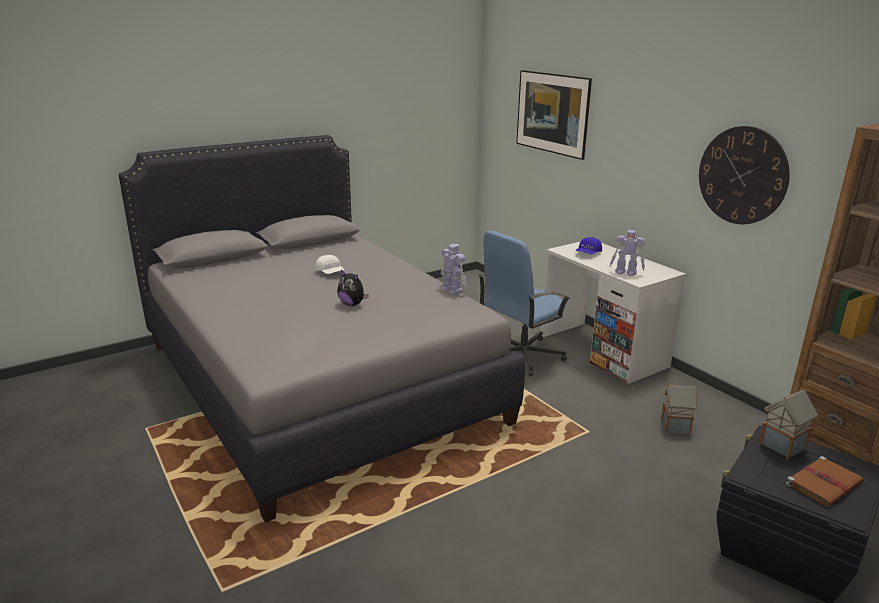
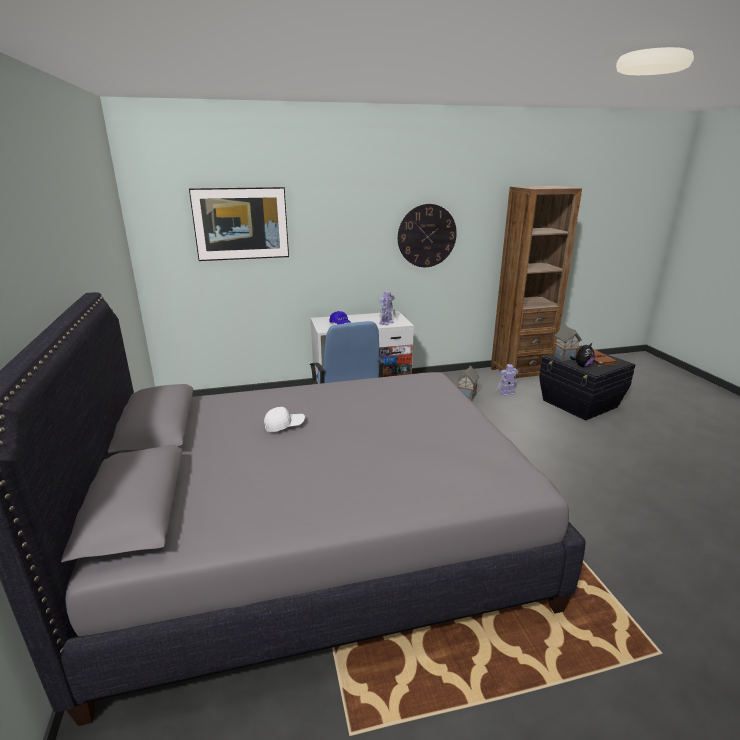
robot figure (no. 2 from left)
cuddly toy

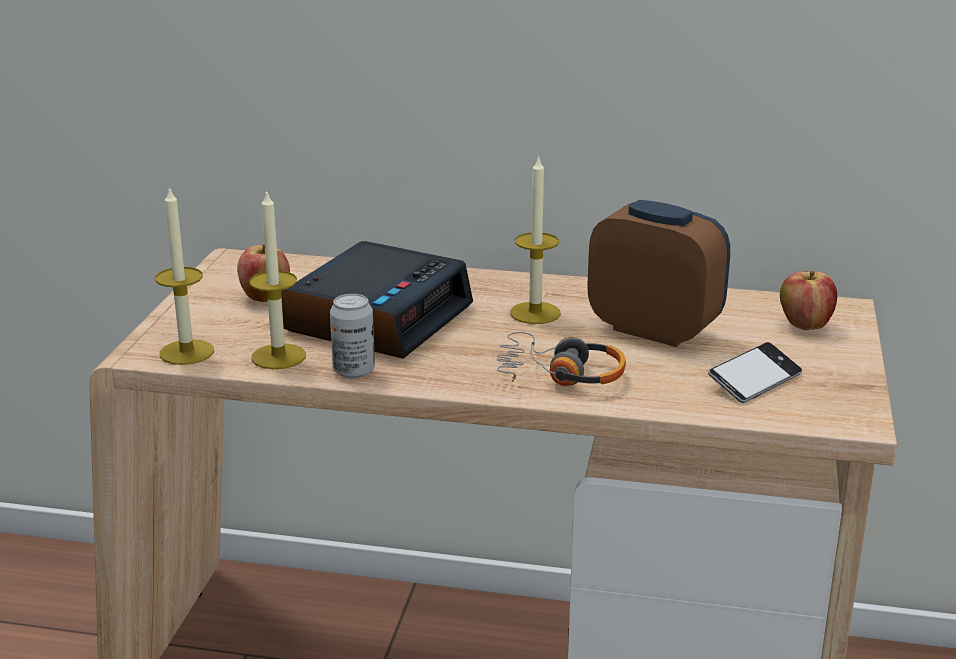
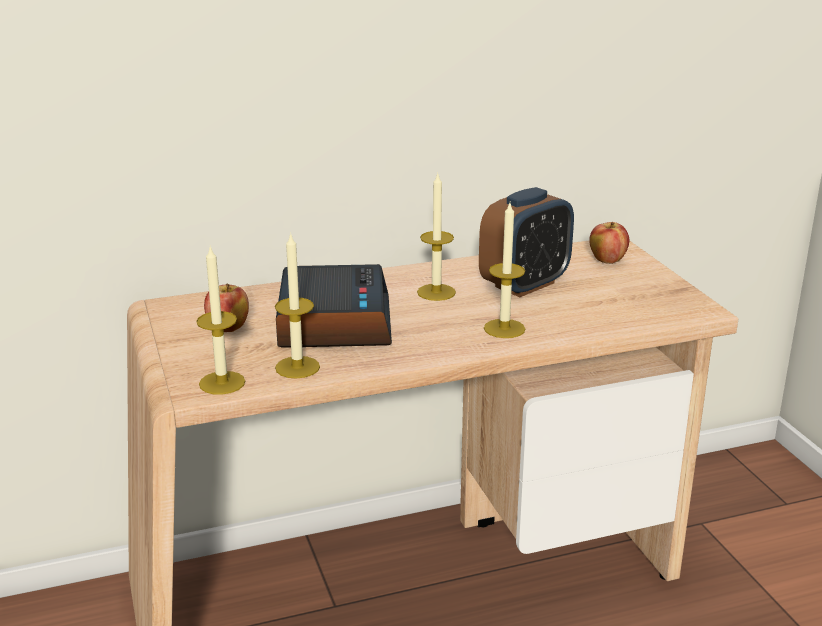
bedside clock (no. 2 from left)
candle (no. 4 from left)
can
phone

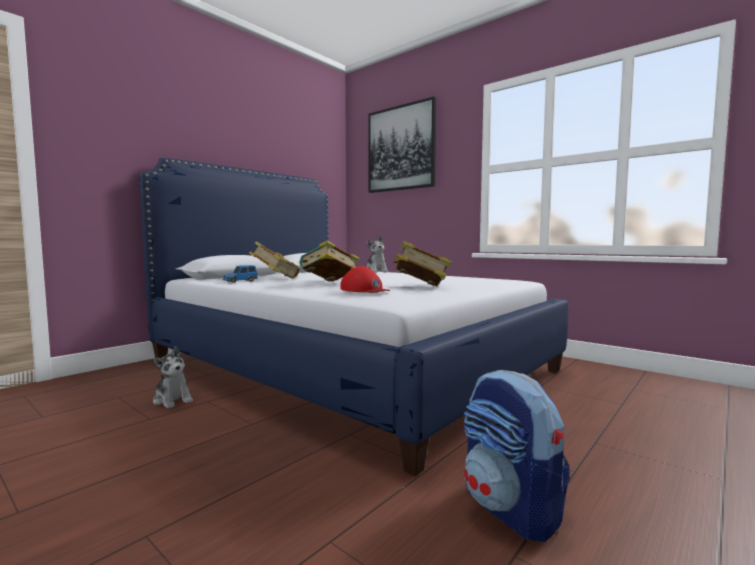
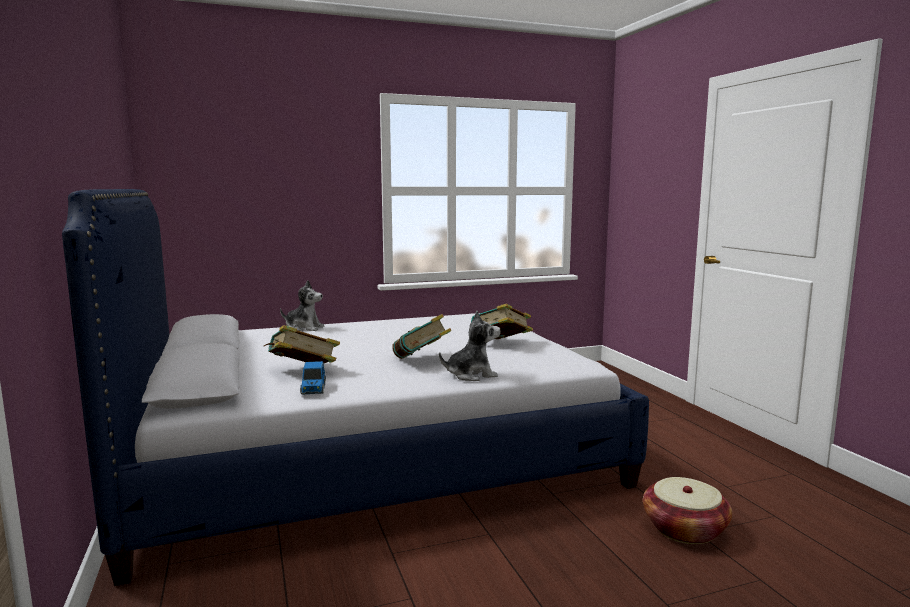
cuddly toy (no. 2 from left)
household basket
reddish baseball cap
wall art
knapsack

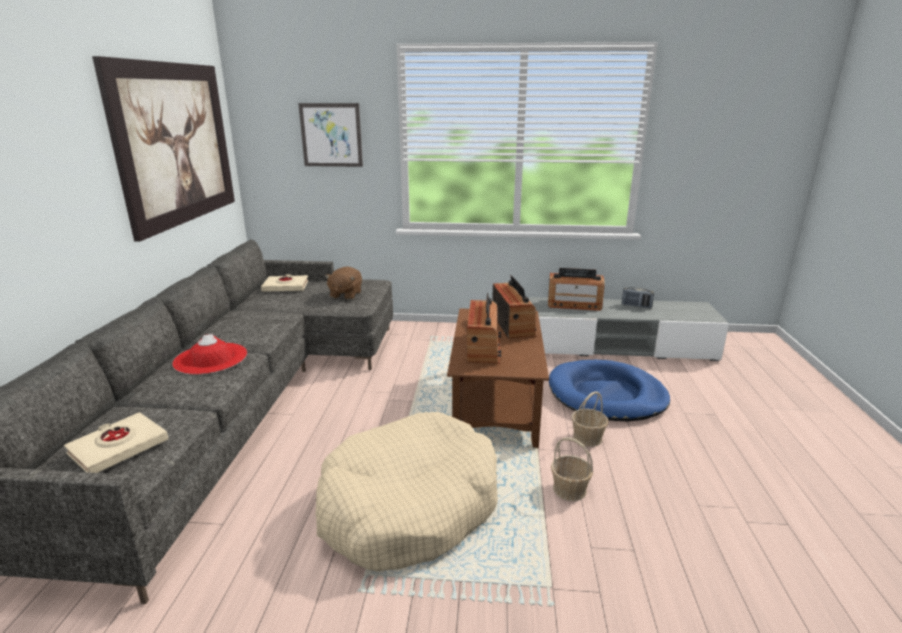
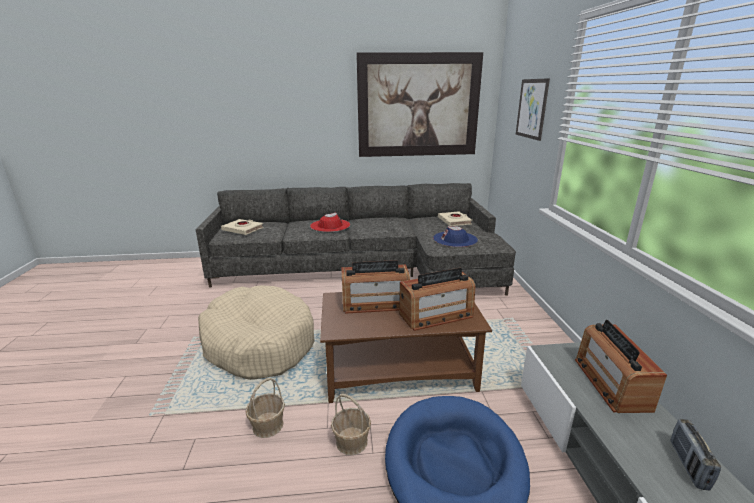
blue wearable hat

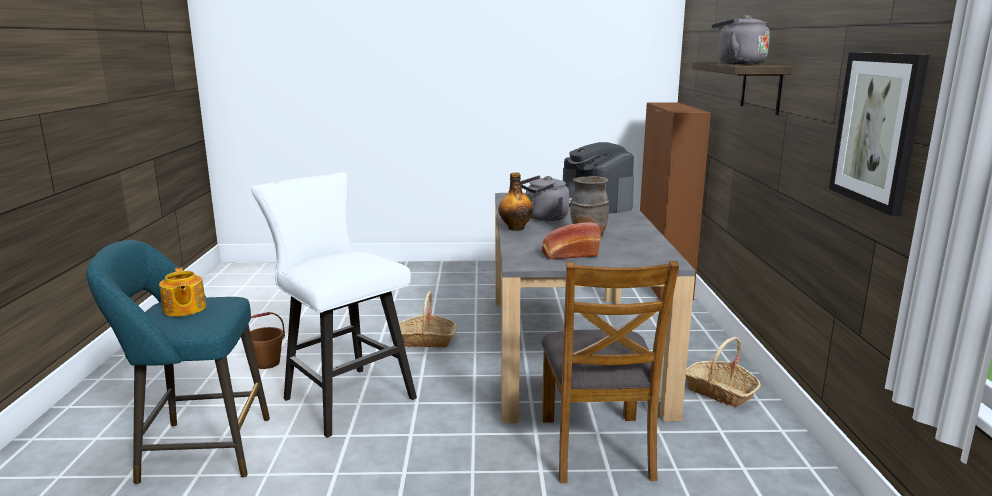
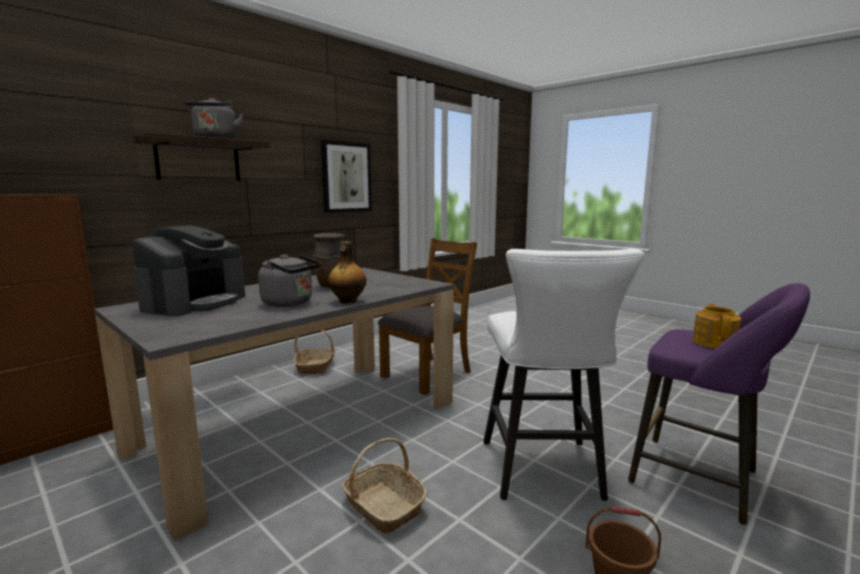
purple-coloured stool seat
bakery bread

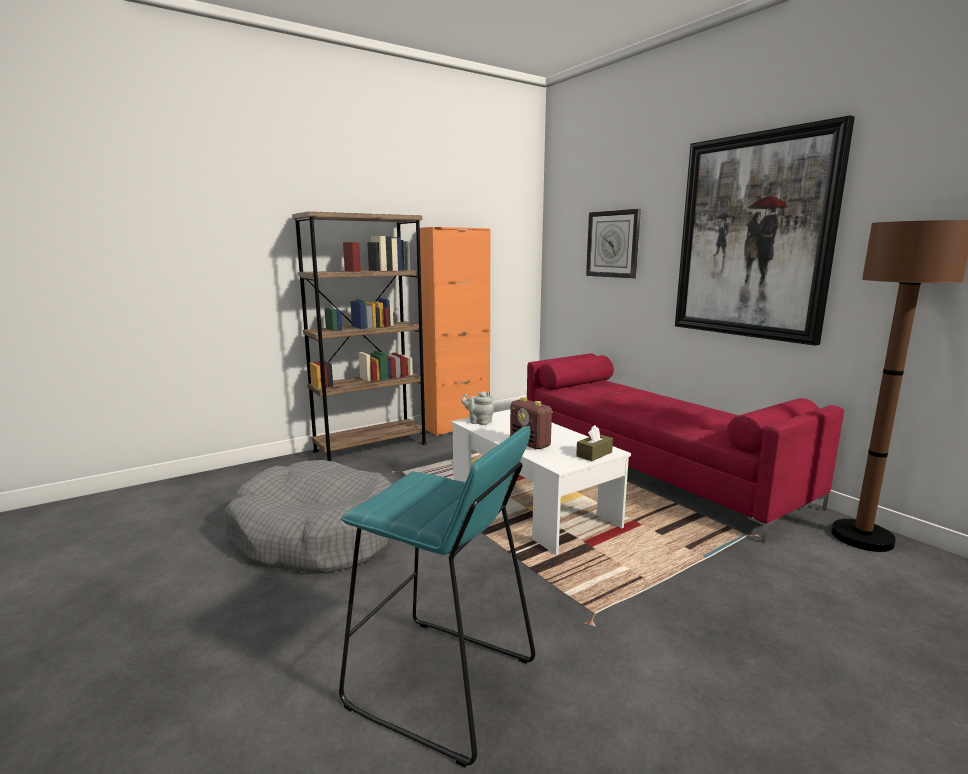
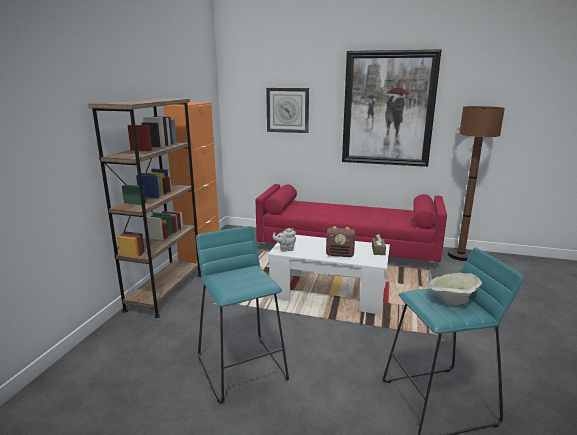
turquoise stool seat (no. 1 from left)
beige serving bowl

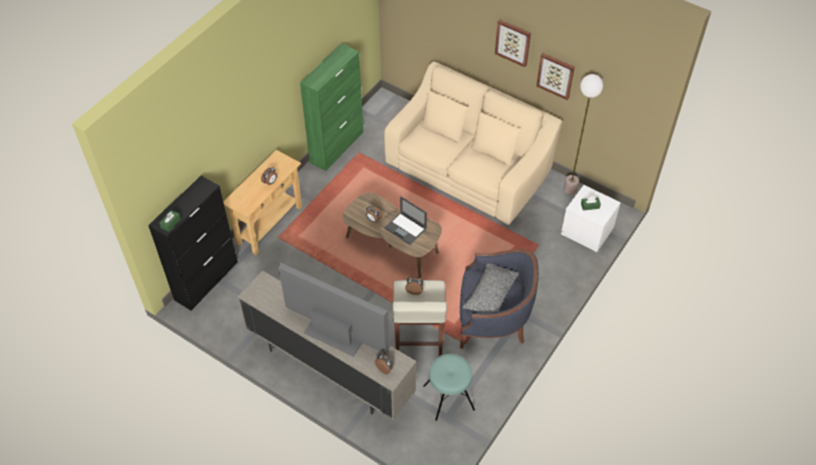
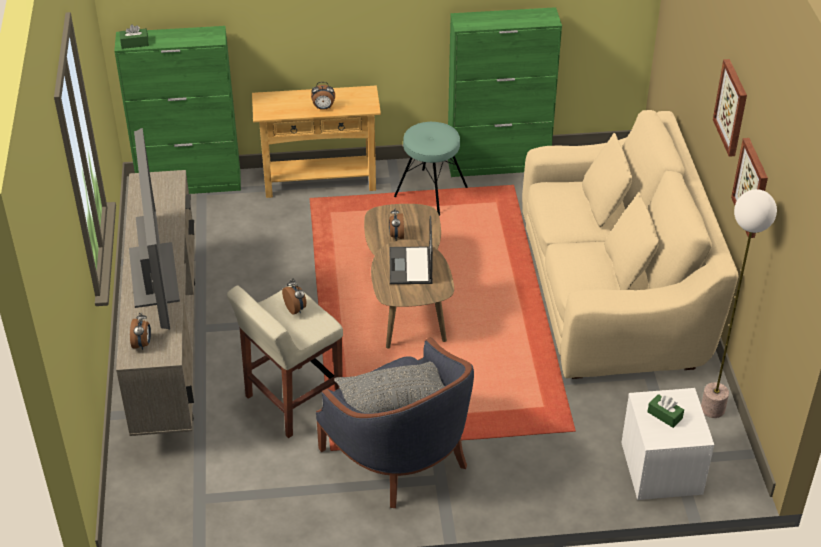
greenish cabinet (no. 1 from left)
turquoise stool seat

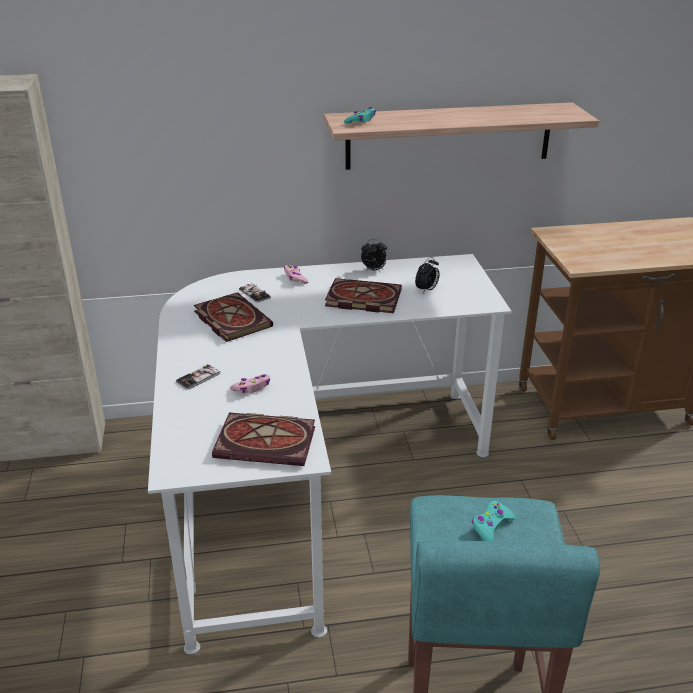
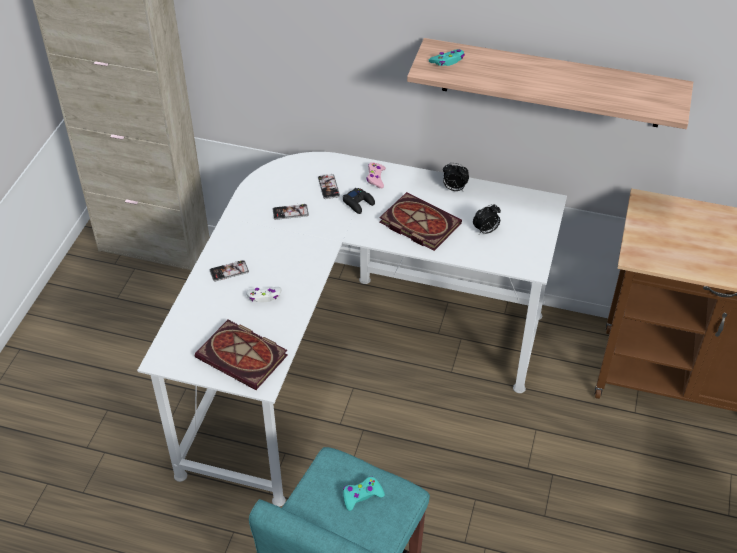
whitish game controller
phone (no. 2 from left)
black-coloured game controller

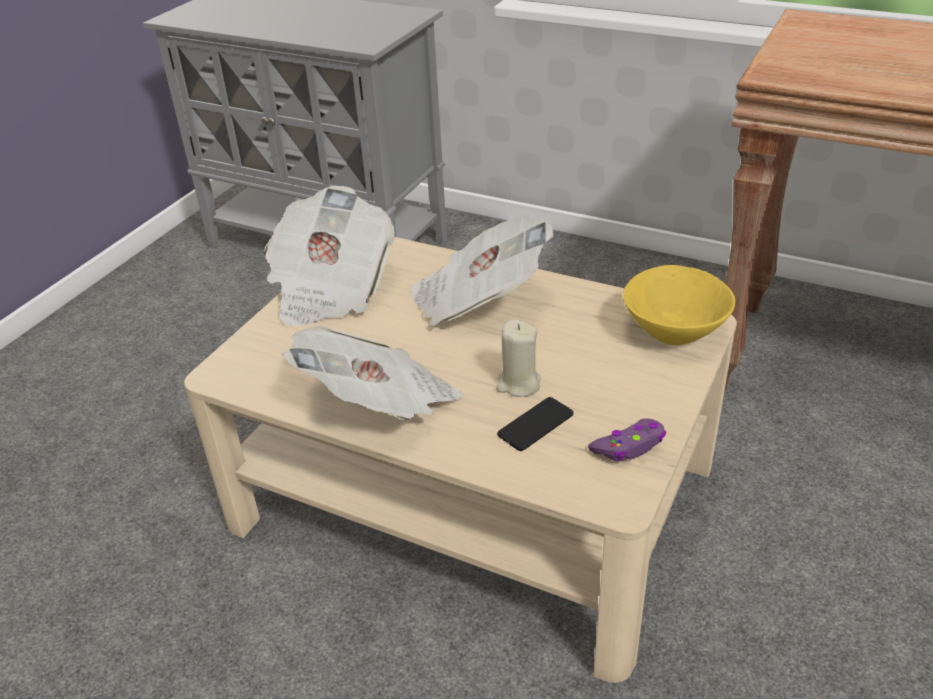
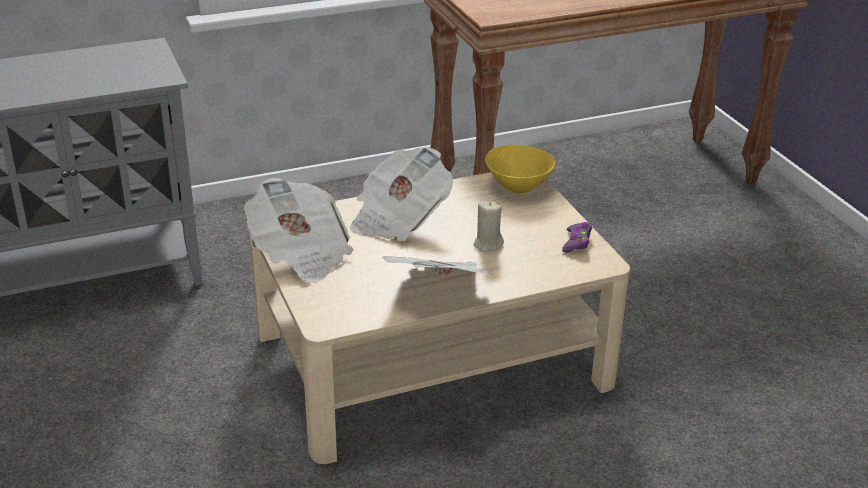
phone

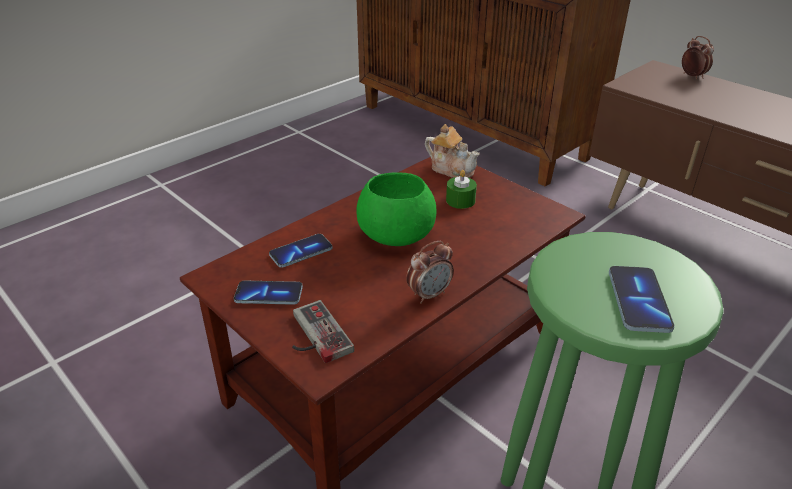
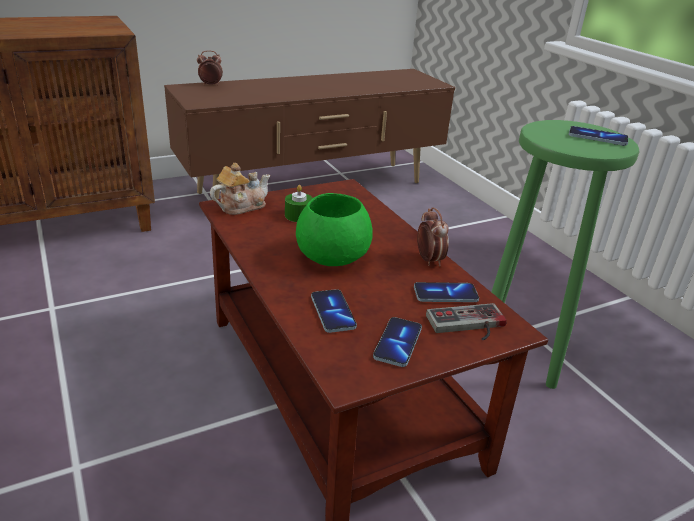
phone (no. 3 from left)

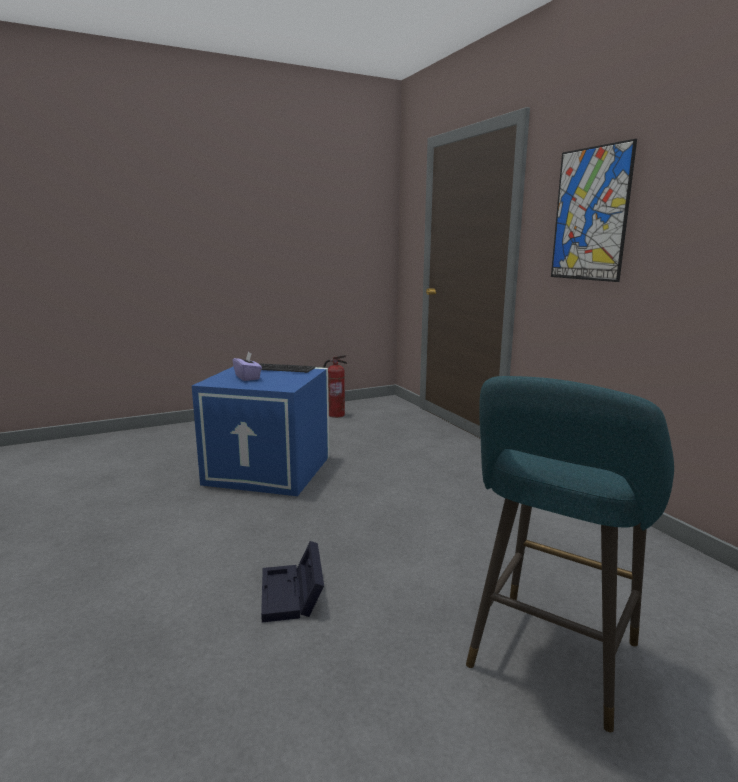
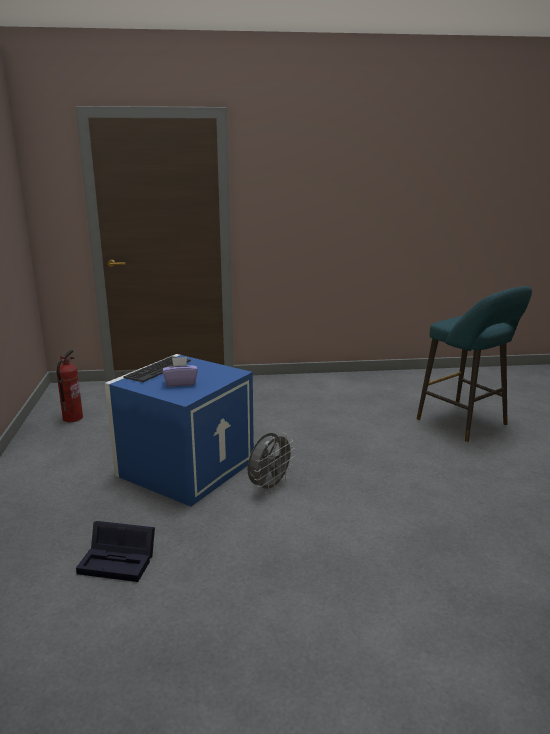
black-coloured storage box
gray electric fan
wall art

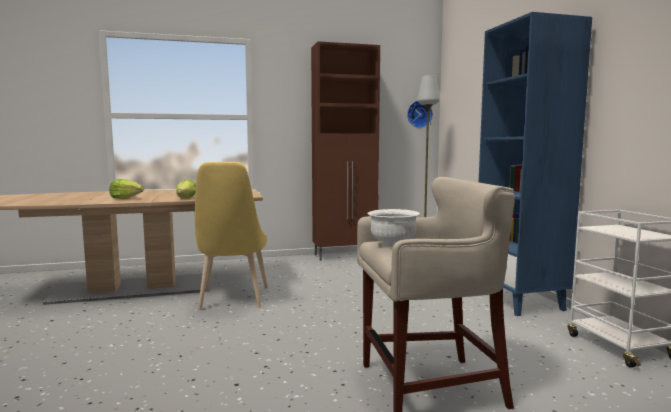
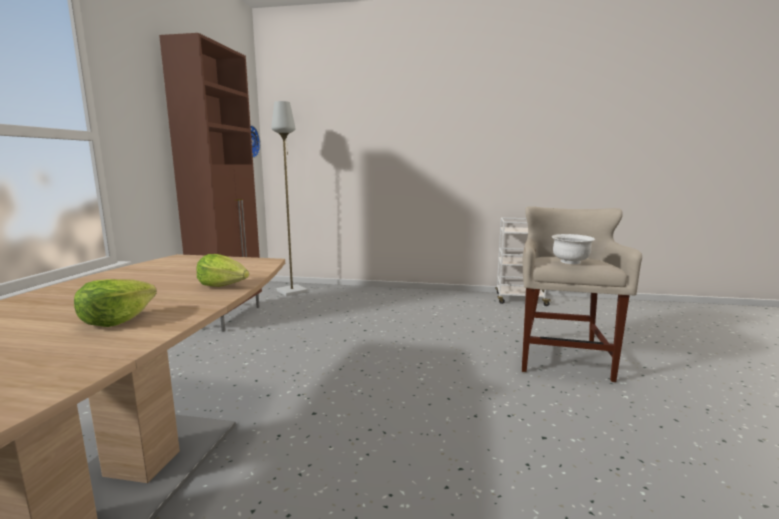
yellowish chair
blue shelving unit

